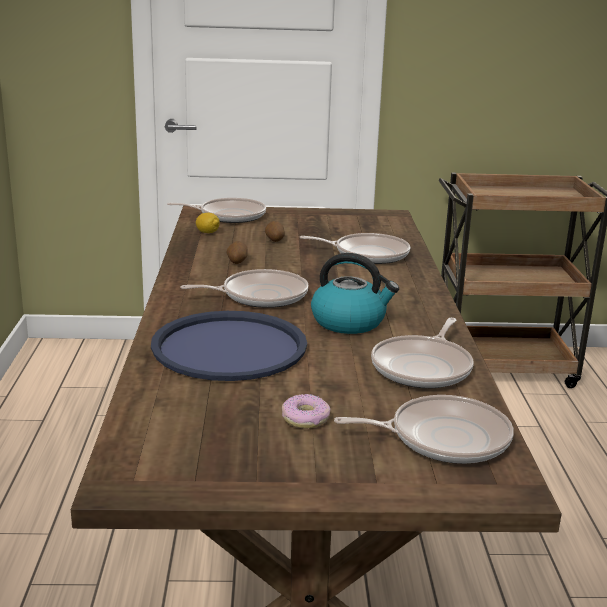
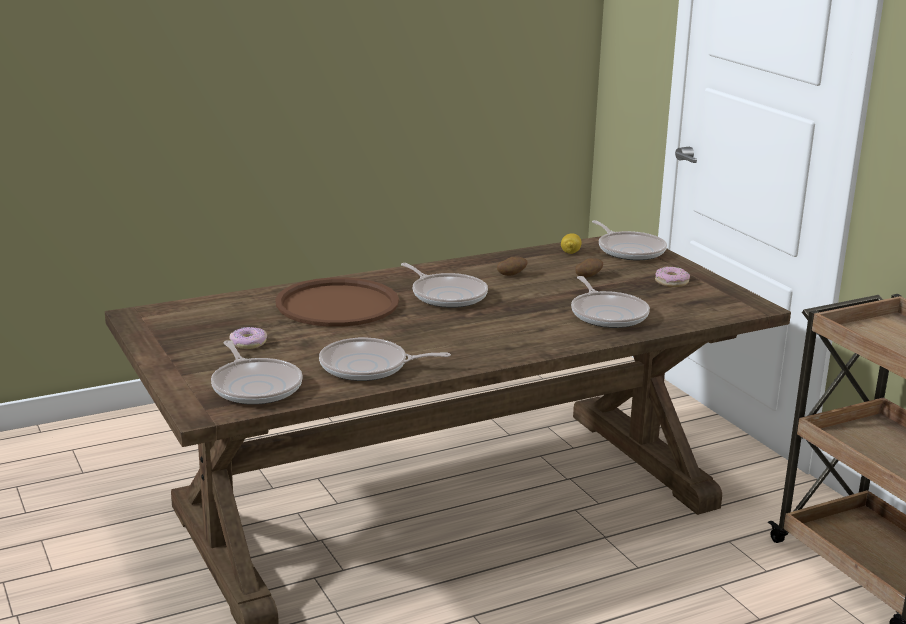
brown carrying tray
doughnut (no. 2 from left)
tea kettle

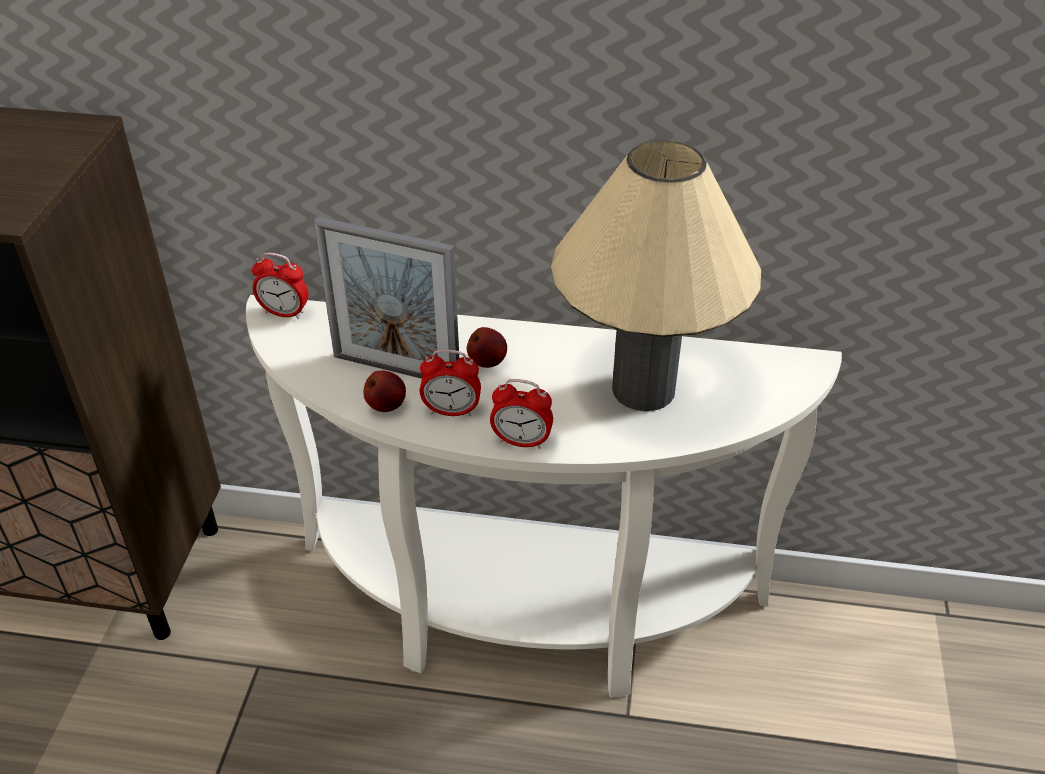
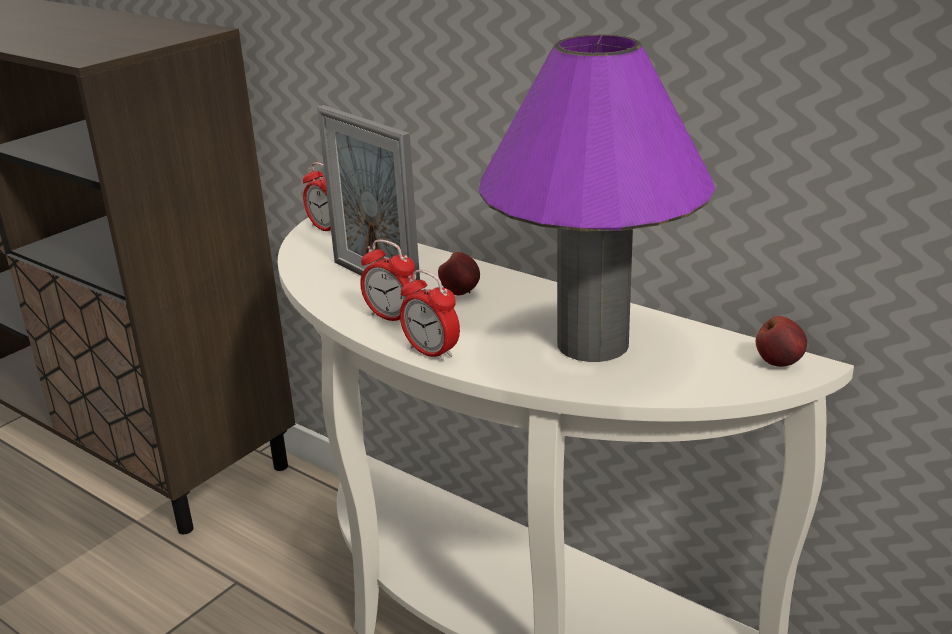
purple-coloured tabletop lamp
apple fruit (no. 2 from left)

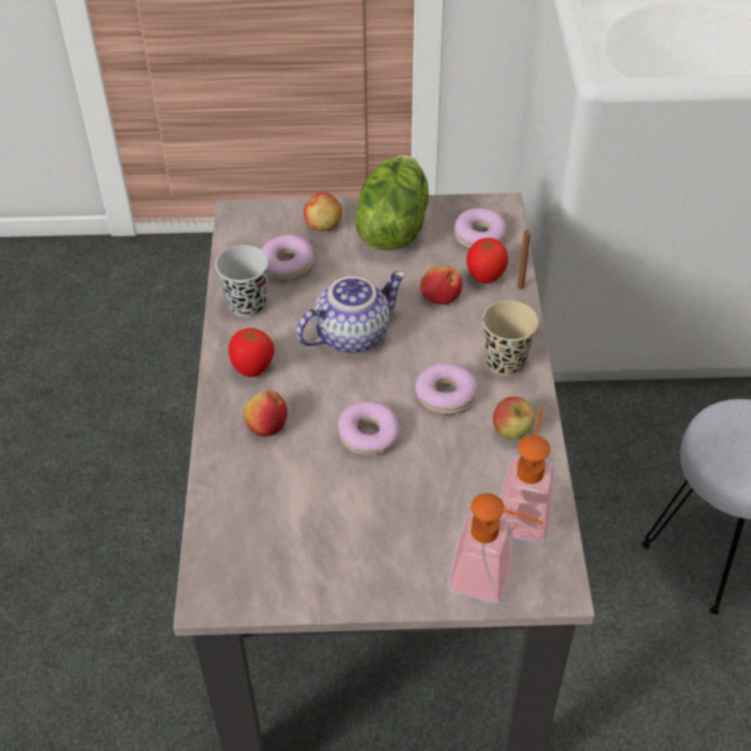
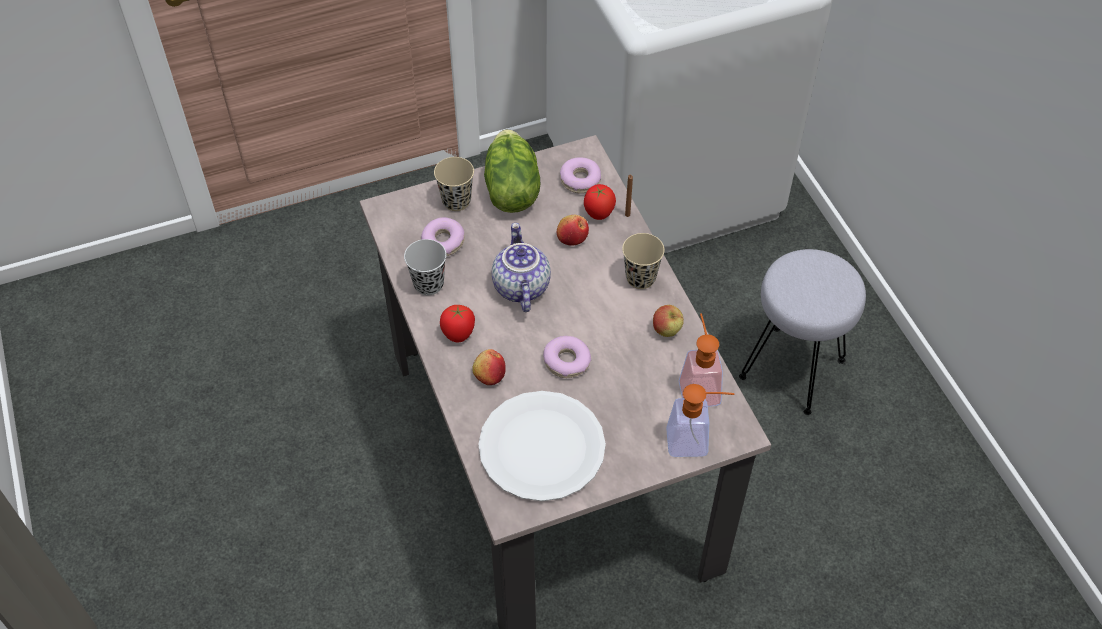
beige small cup (no. 1 from left)
whitish dinner plate
teapot
doughnut (no. 3 from left in the first image)

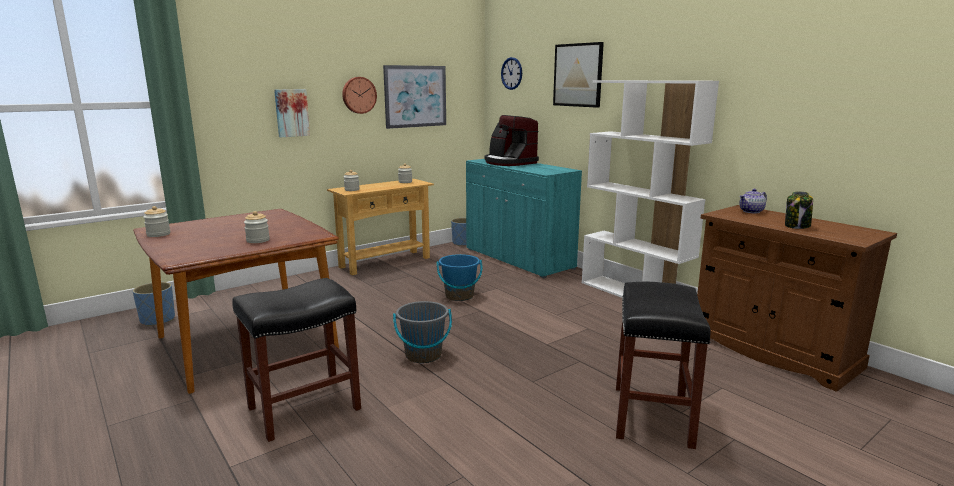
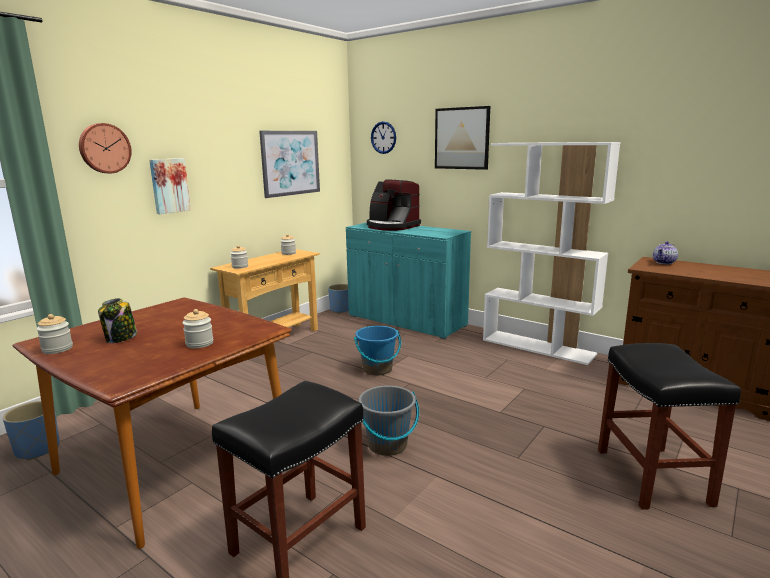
hanging clock (no. 1 from left)
jar (no. 2 from left)

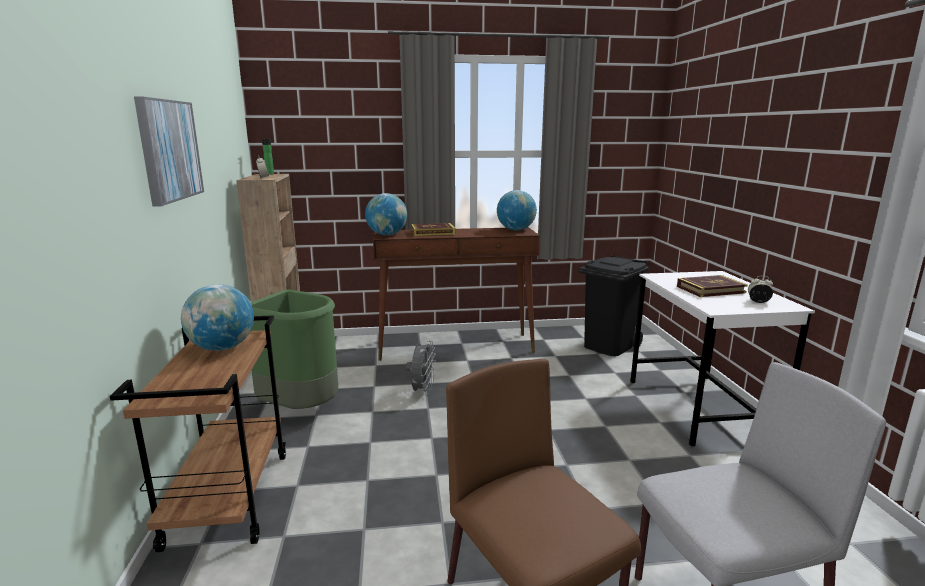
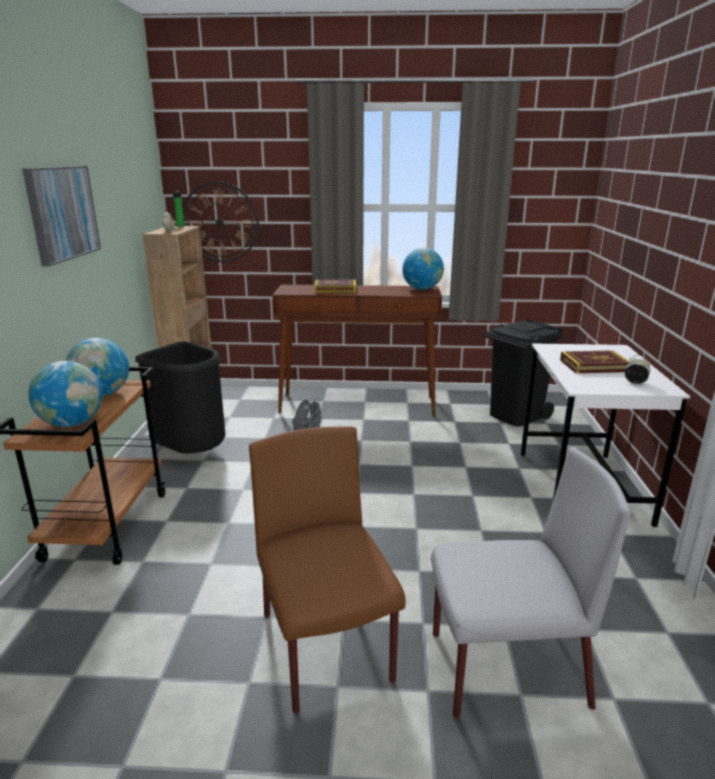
globe (no. 1 from left)
black-coloured rubbish bin (no. 1 from left)
hanging clock

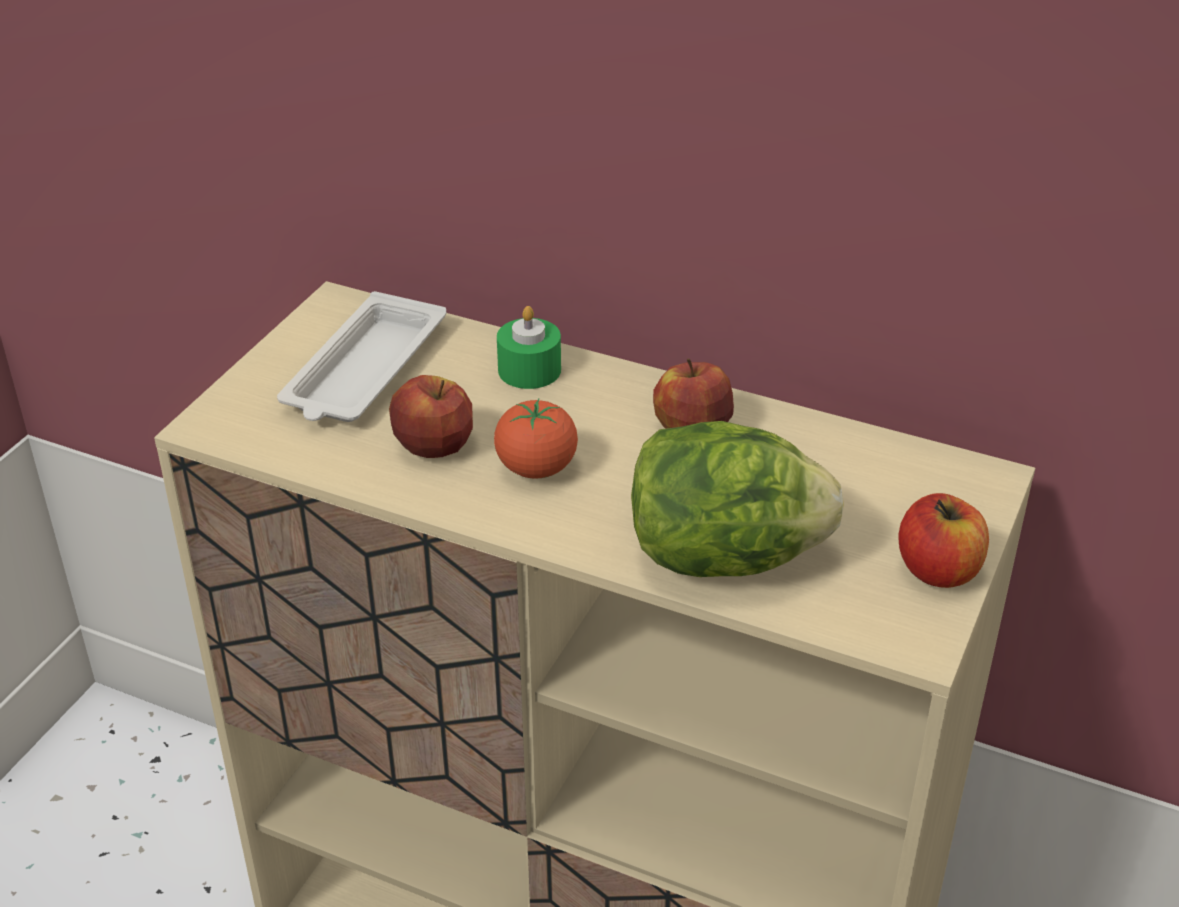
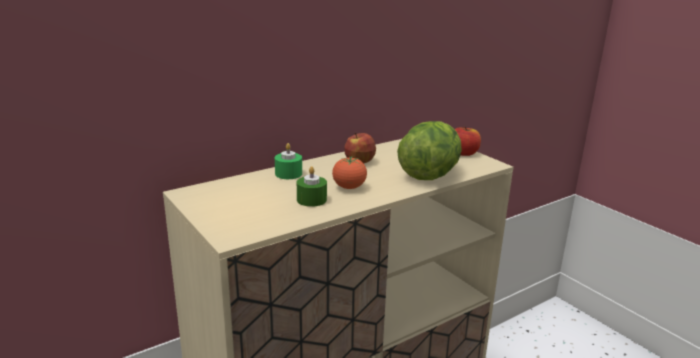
greenish candle (no. 2 from left)
whitish carrying tray

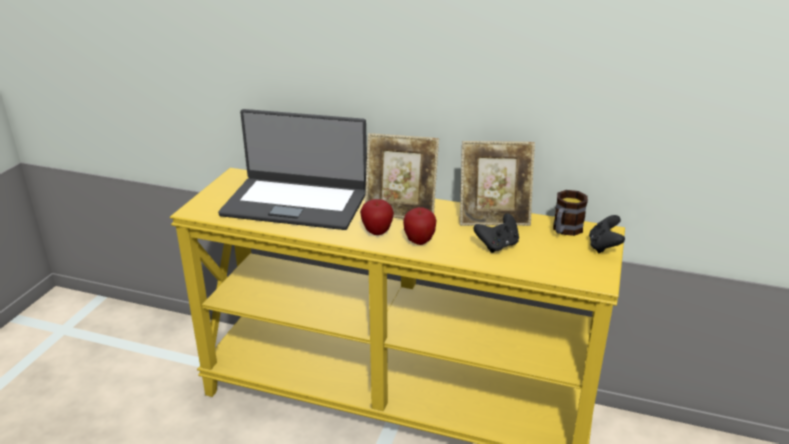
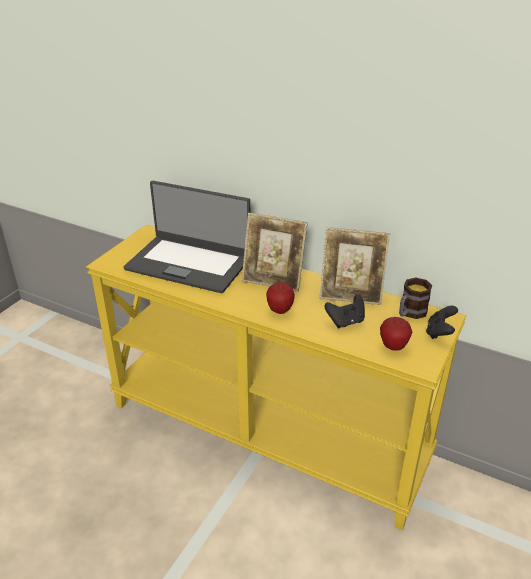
apple fruit (no. 2 from left)

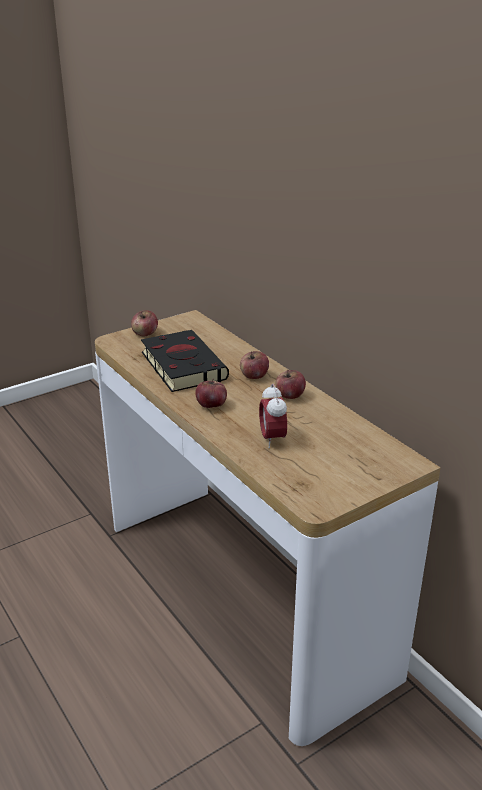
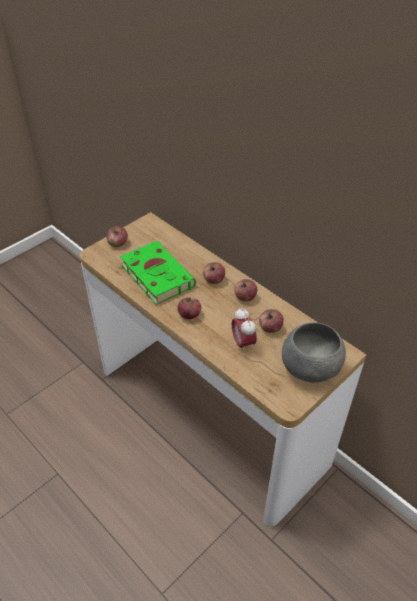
greenish volume
apple fruit (no. 5 from left)
gray serving bowl

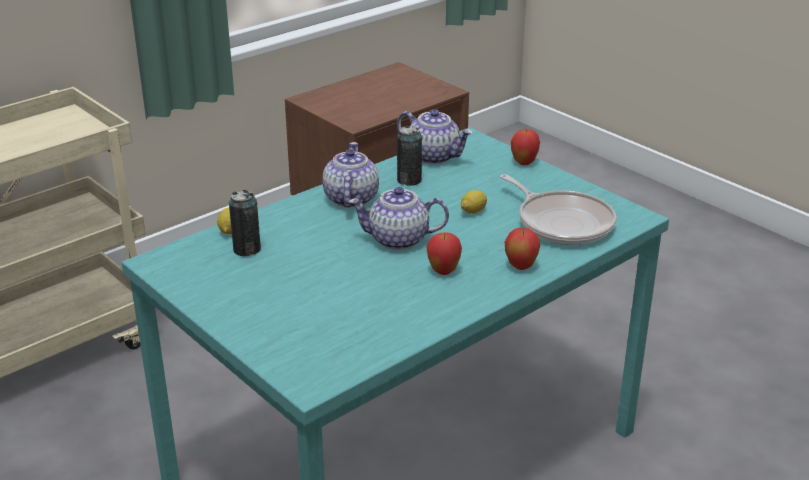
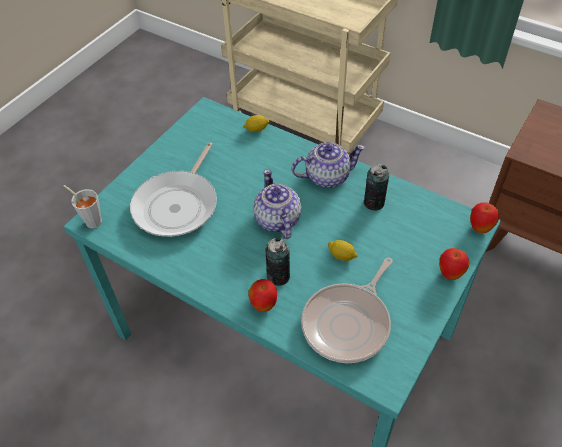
gray small cup
frying pan (no. 1 from left)
can (no. 1 from left)
apple fruit (no. 3 from left)
teapot (no. 3 from left in the first image)

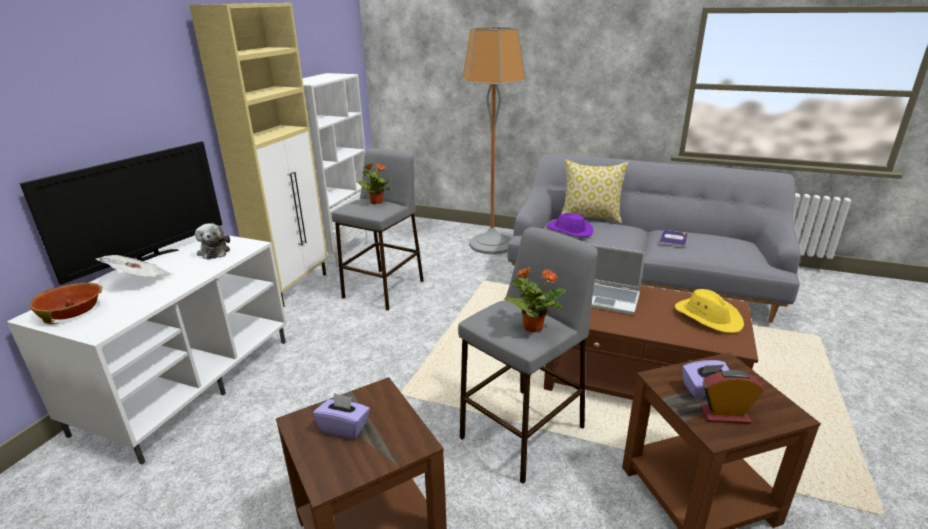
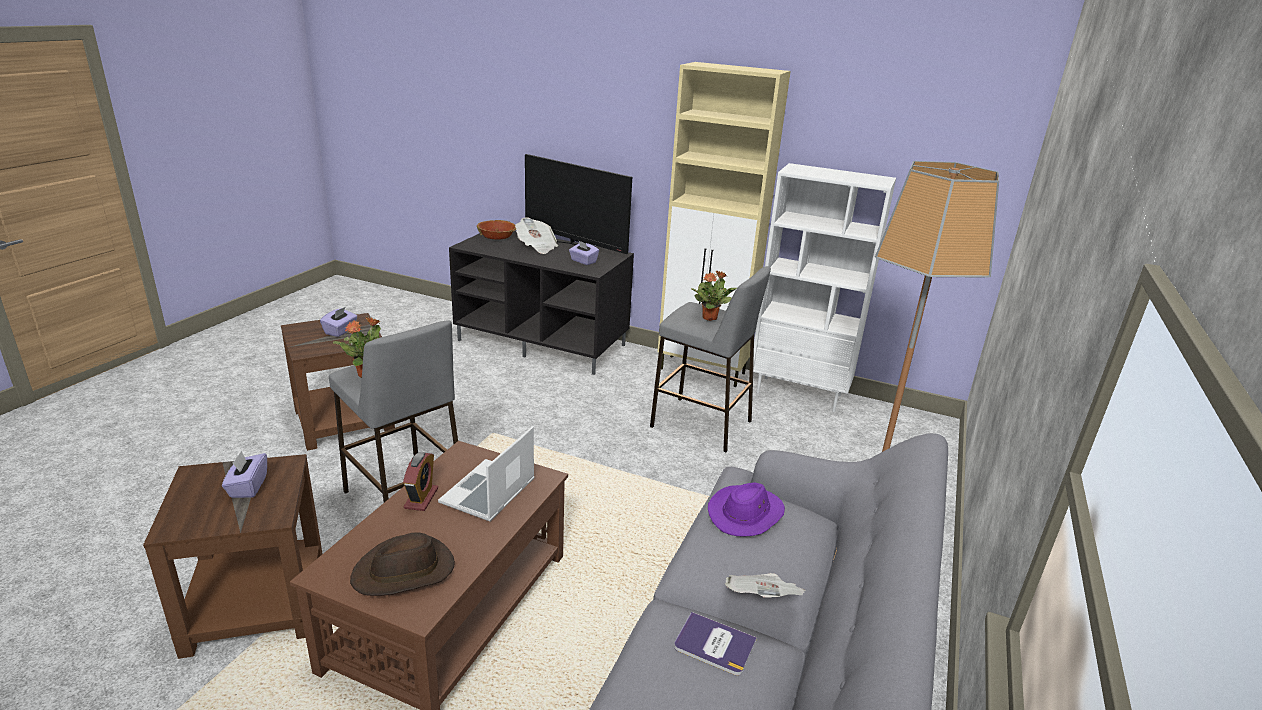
brown wearable hat
bedside clock
black-coloured media console
purple-coloured tissue holder (no. 3 from left)
daily paper (no. 2 from left)
throw pillow

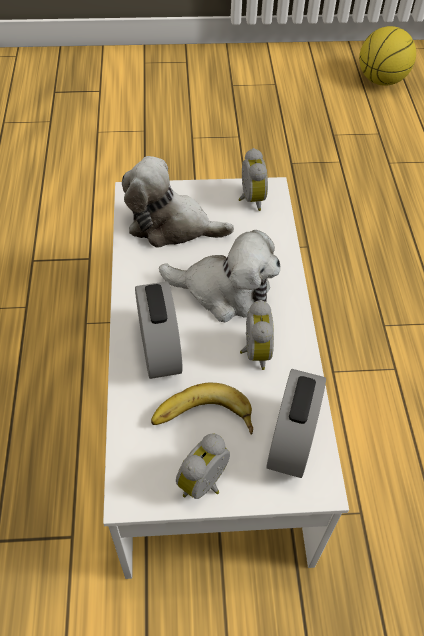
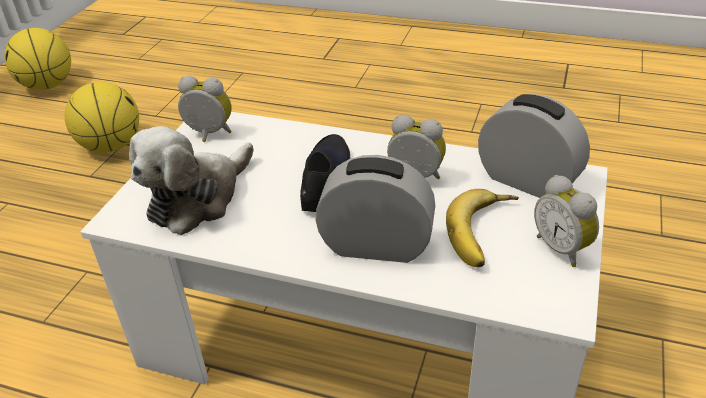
ball for basketball (no. 2 from left)
black-coloured shoe

